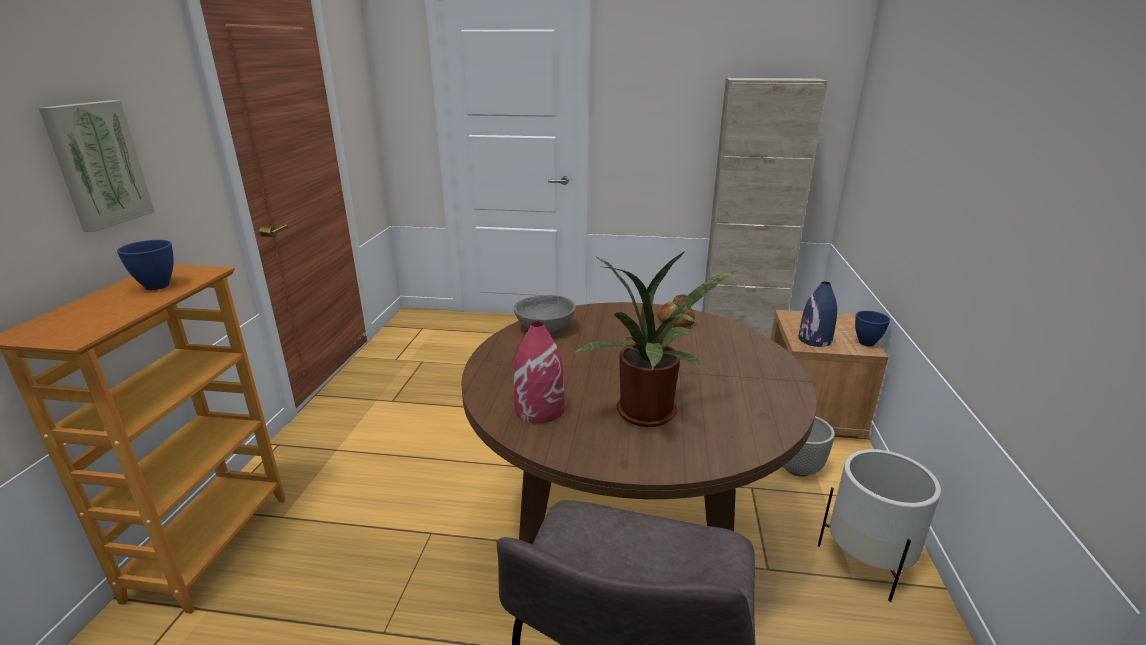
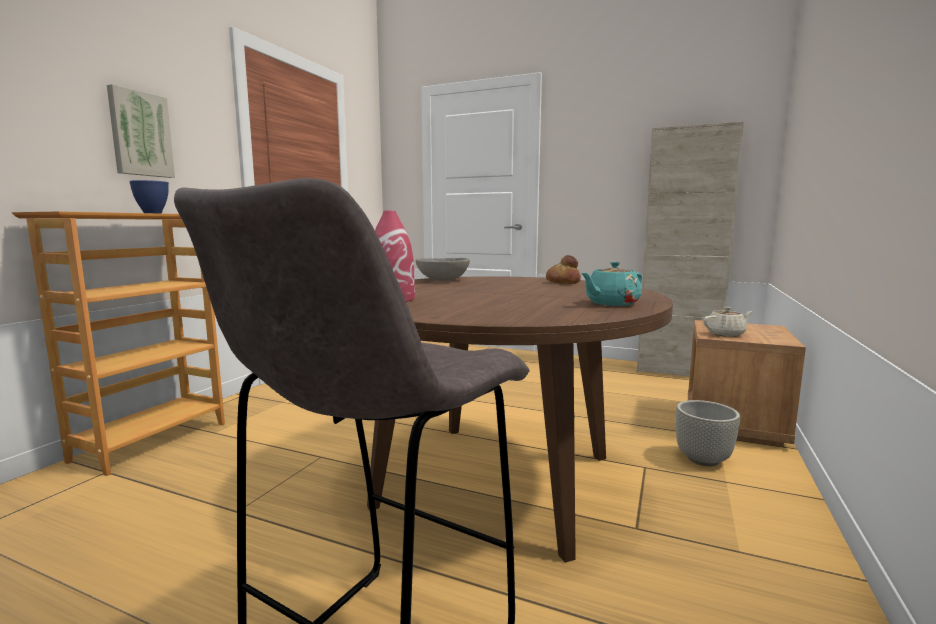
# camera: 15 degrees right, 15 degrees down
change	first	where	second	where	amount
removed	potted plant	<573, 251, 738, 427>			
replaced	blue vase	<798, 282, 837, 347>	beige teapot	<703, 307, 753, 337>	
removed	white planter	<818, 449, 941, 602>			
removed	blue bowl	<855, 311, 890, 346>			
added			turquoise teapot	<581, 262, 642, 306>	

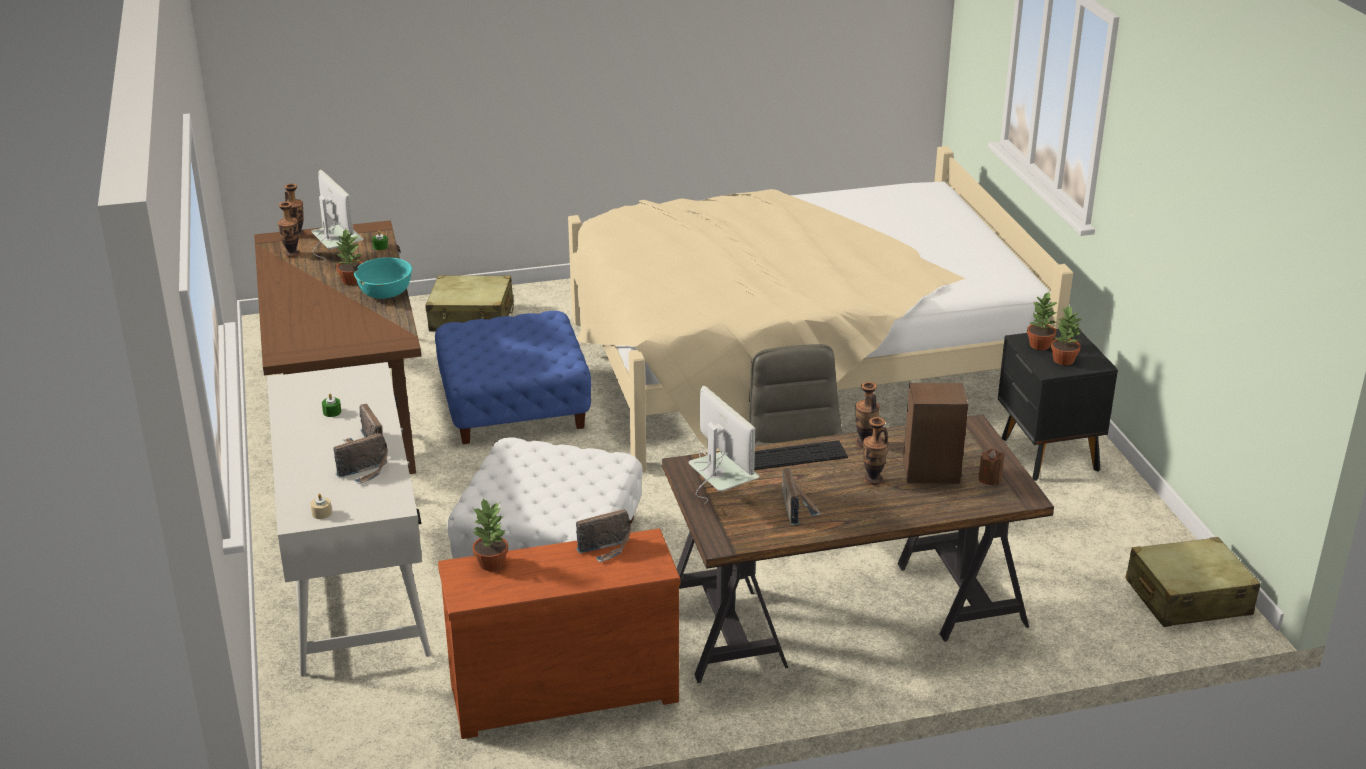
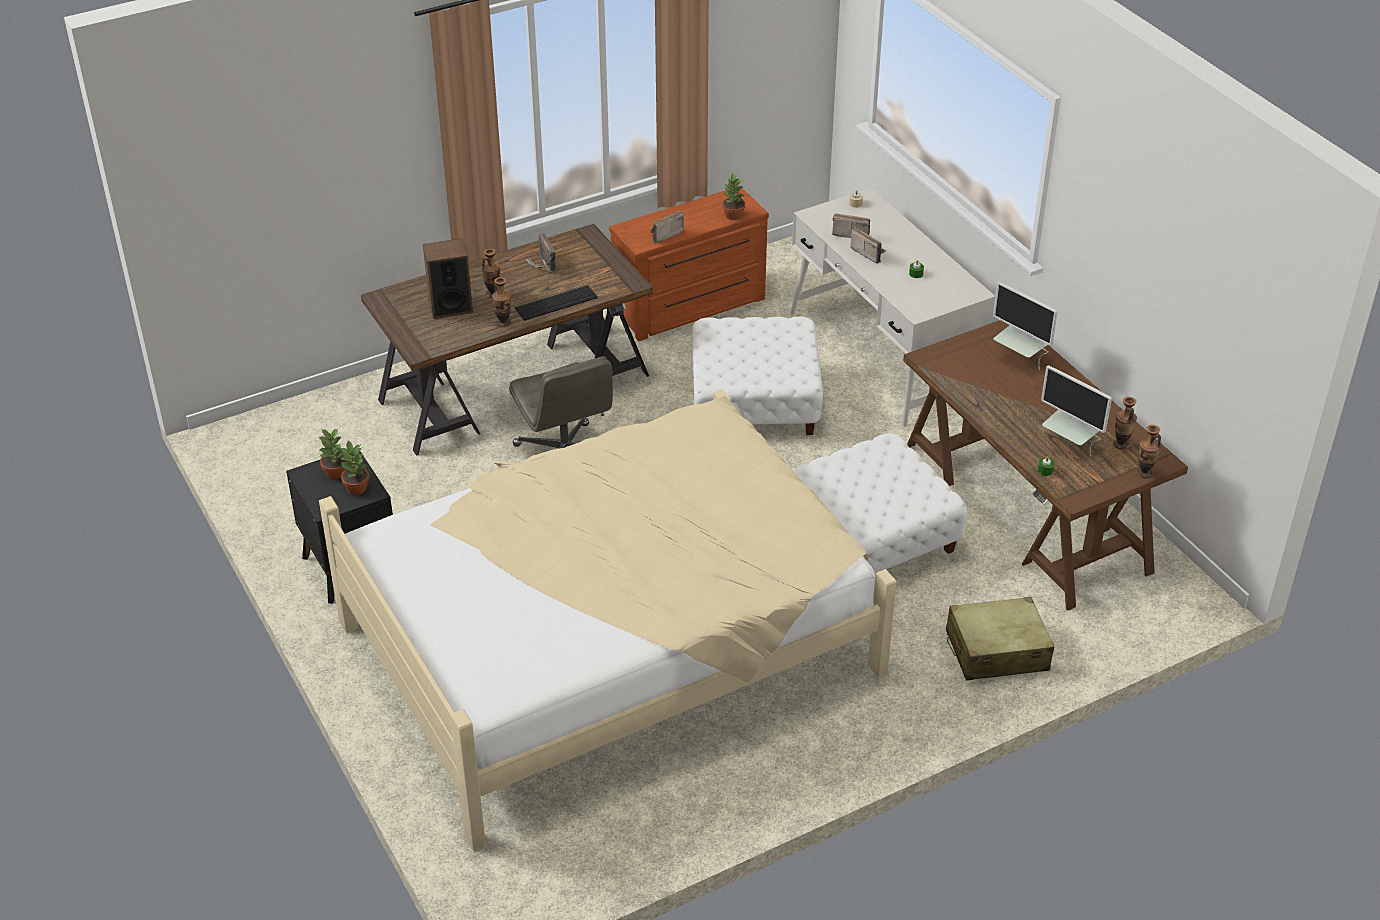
# camera: 165 degrees right, 10 degrees up
change	first	where	second	where	amount
turned	radio	<333, 433, 388, 484>		<832, 214, 870, 238>	60 degrees clockwise
removed	potted plant	<336, 229, 362, 285>			
removed	turquoise bowl	<354, 257, 412, 299>			
recoloured	blue ottoman	<435, 311, 591, 444>	white ottoman	<792, 433, 967, 574>	
moved	monitor	<689, 386, 759, 504>		<993, 282, 1058, 370>	
removed	brown candle	<978, 449, 1005, 485>			
removed	beige suitcase	<1126, 537, 1261, 627>			

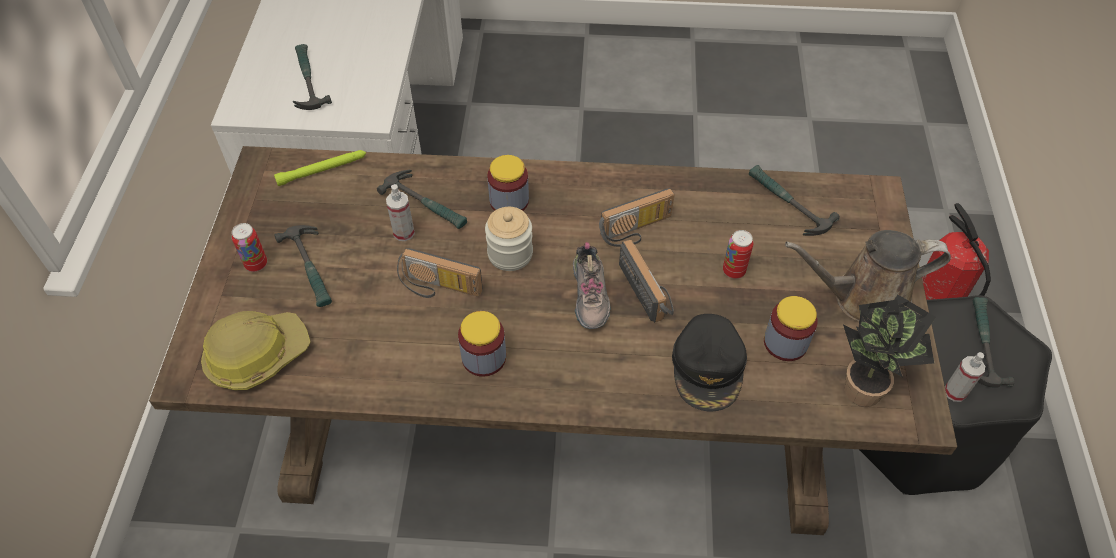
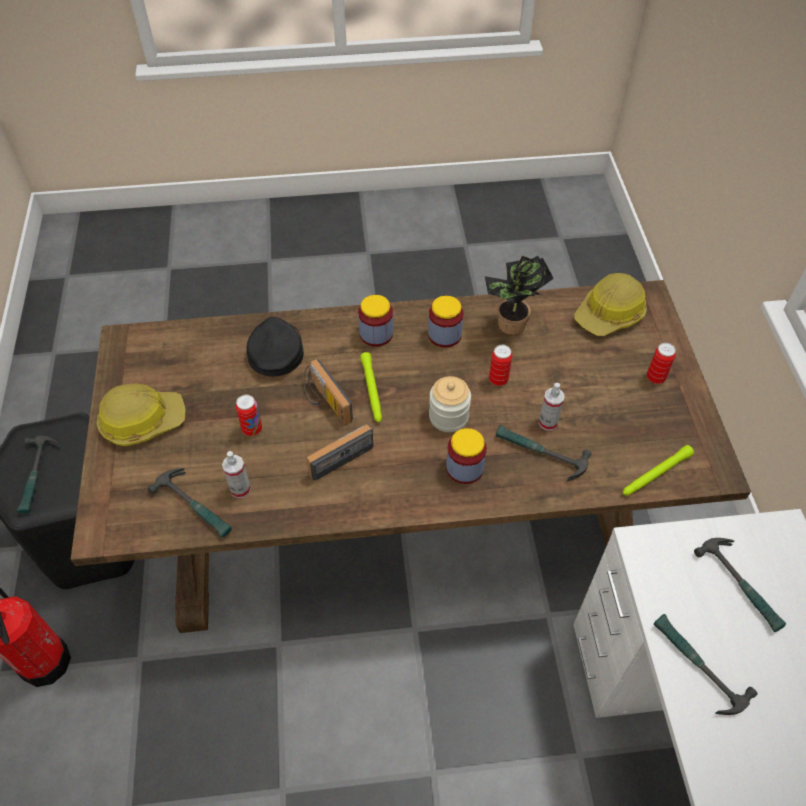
# camera: 170 degrees right, 0 degrees up
change	first	where	second	where	amount
moved	hammer	<274, 225, 332, 307>		<654, 614, 757, 715>	
replaced	radio	<397, 248, 483, 298>	can	<489, 345, 512, 386>	
replaced	shoe	<573, 242, 611, 329>	green flashlight	<360, 352, 382, 422>	
moved	jar	<764, 296, 818, 361>		<358, 295, 393, 347>	
replaced	brown watering can	<785, 230, 951, 322>	hard hat	<97, 383, 185, 446>	
moved	potted plant	<843, 295, 936, 407>		<484, 256, 554, 335>	
moved	spray bottle	<945, 352, 985, 402>		<222, 451, 251, 498>	

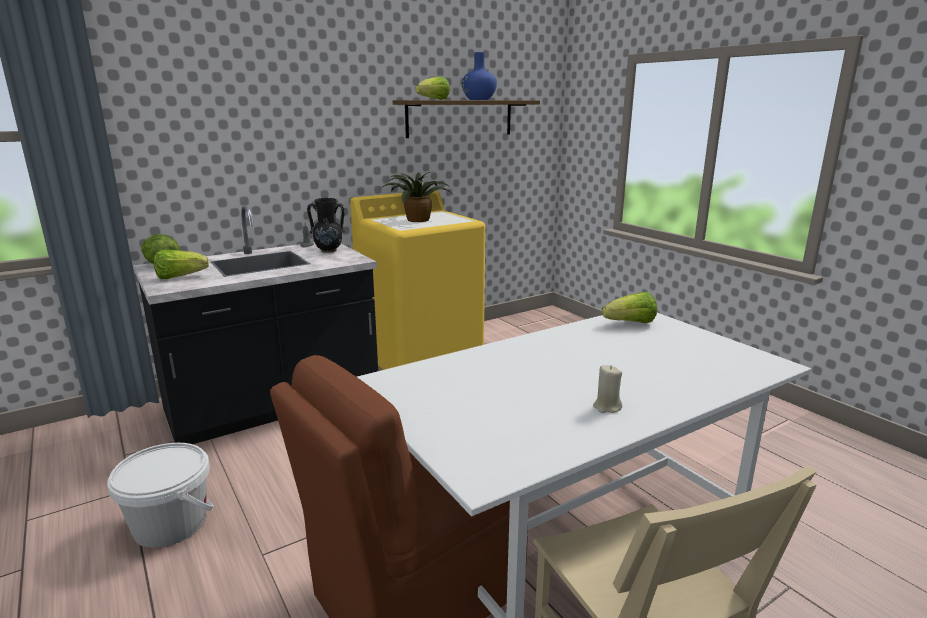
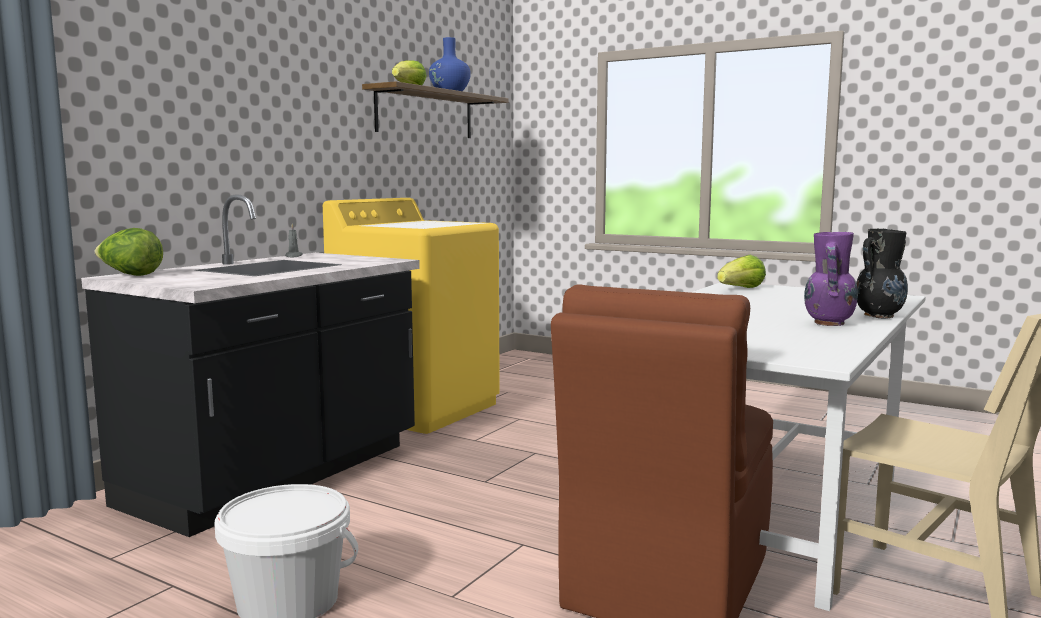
# camera: 25 degrees left, 10 degrees down
change	first	where	second	where	amount
removed	lettuce	<154, 250, 209, 279>			
moved	black vase	<307, 198, 345, 252>		<856, 229, 908, 318>	
removed	potted plant	<380, 172, 453, 222>			
replaced	beige candle	<593, 365, 622, 413>	purple vase	<804, 232, 858, 326>	

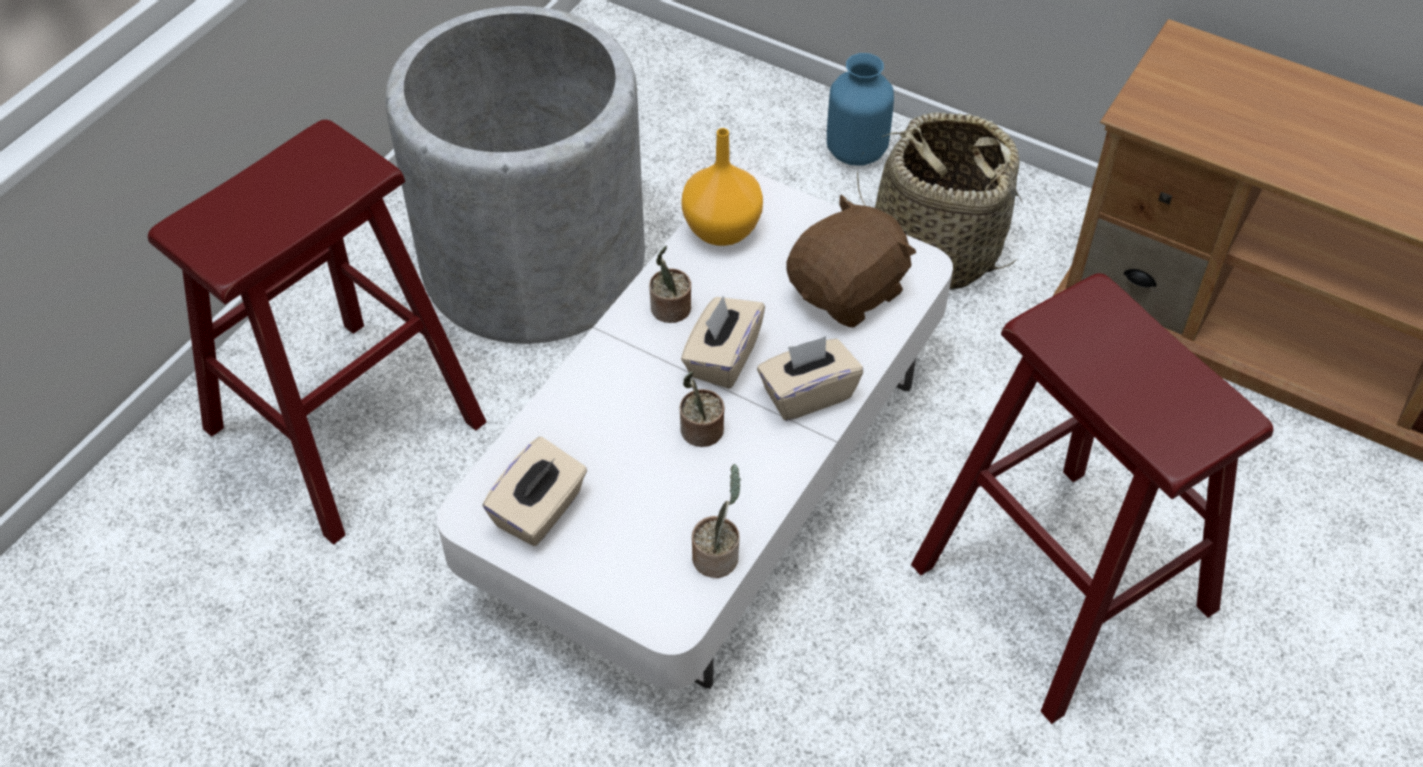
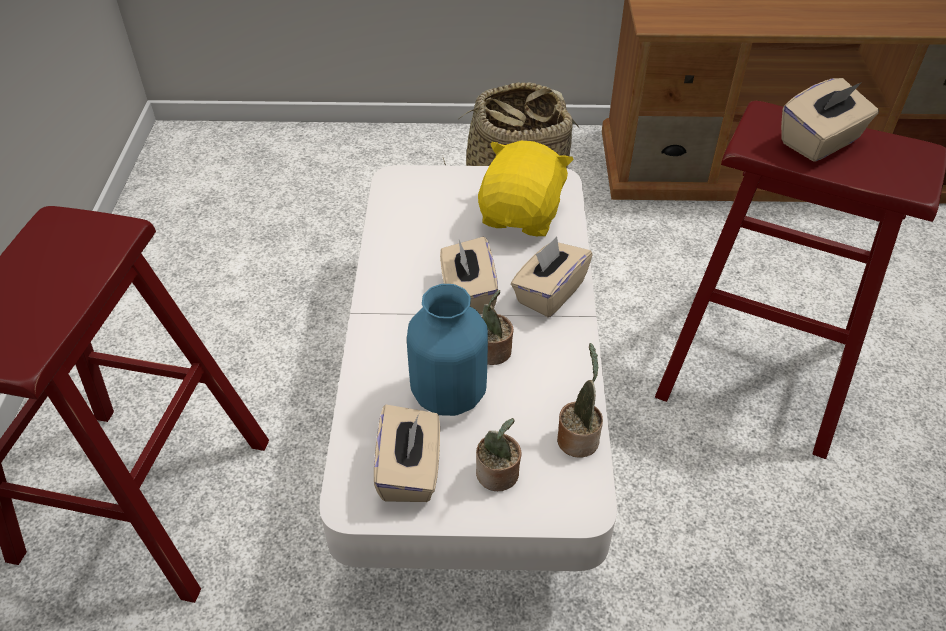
# camera: 30 degrees left, 5 degrees down
change	first	where	second	where	amount
removed	grey planter	<385, 6, 645, 344>			
moved	potted plant	<649, 246, 691, 323>		<476, 418, 521, 491>	
removed	orange vase	<681, 128, 763, 246>			
recoloured	brown plush toy	<786, 195, 916, 327>	yellow plush toy	<478, 141, 574, 236>	
moved	blue vase	<827, 53, 894, 166>		<407, 284, 488, 416>	
added			beige tissue box	<781, 78, 879, 162>	

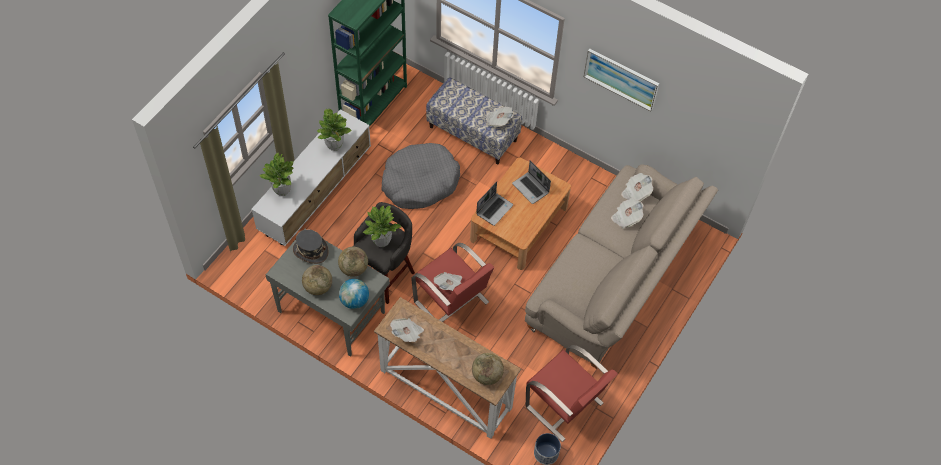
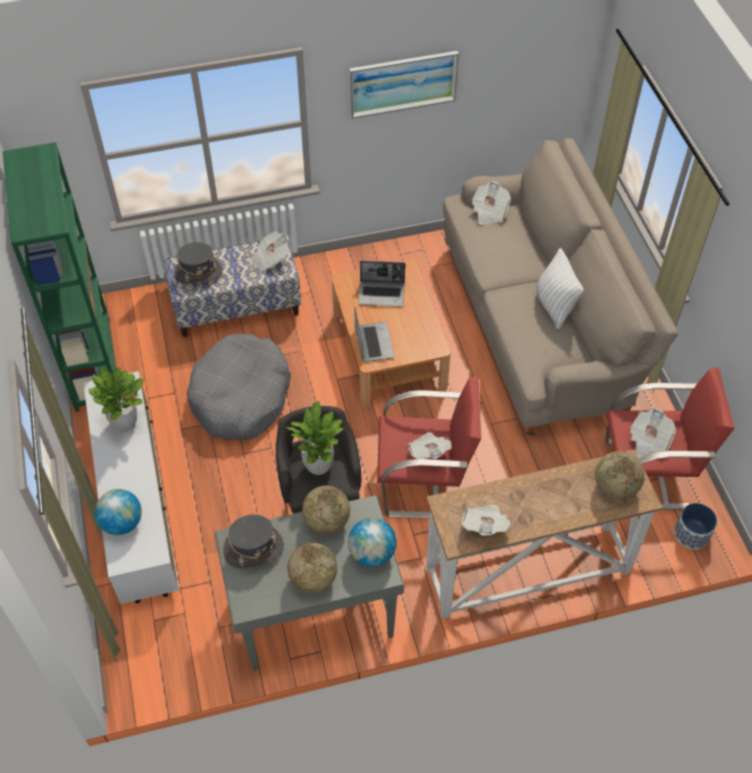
# camera: 45 degrees left, 5 degrees down
change	first	where	second	where	amount
replaced	potted plant	<259, 153, 294, 196>	globe	<95, 489, 142, 535>	
moved	newspaper	<611, 198, 644, 229>		<630, 408, 676, 458>	
added			grey hat	<174, 242, 223, 284>	
added			white pillow	<536, 248, 584, 329>	

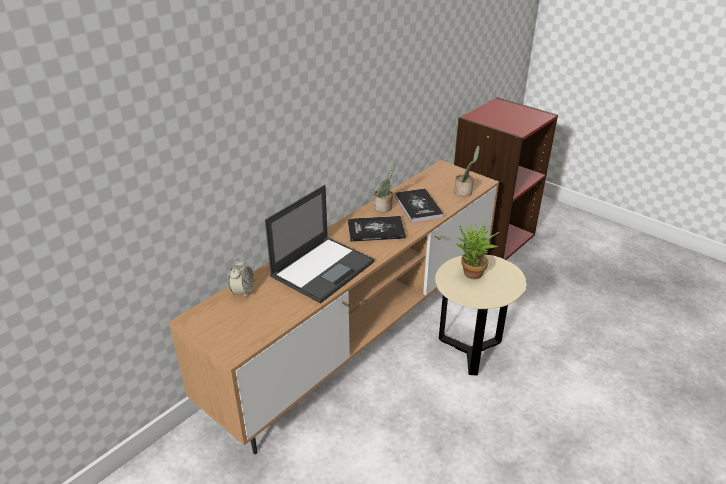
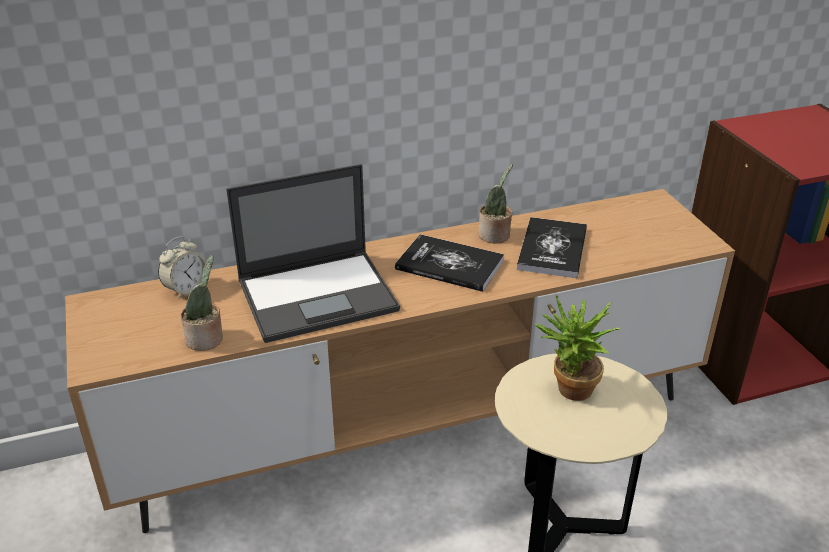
# camera: 30 degrees right, 0 degrees up
change	first	where	second	where	amount
moved	potted plant	<454, 146, 480, 196>		<181, 255, 223, 351>	

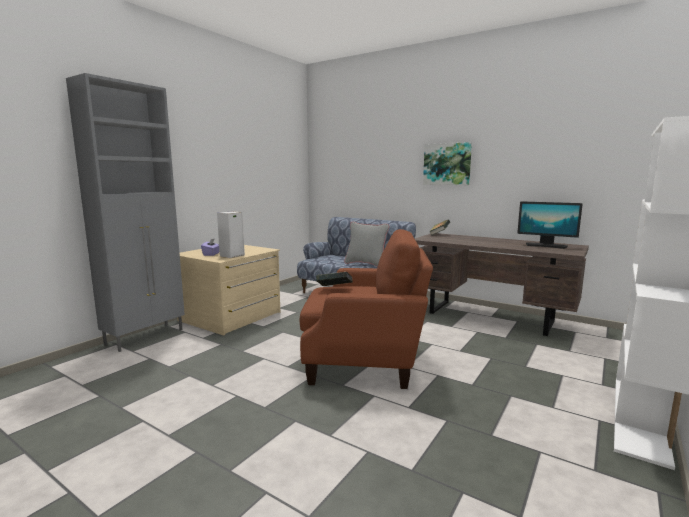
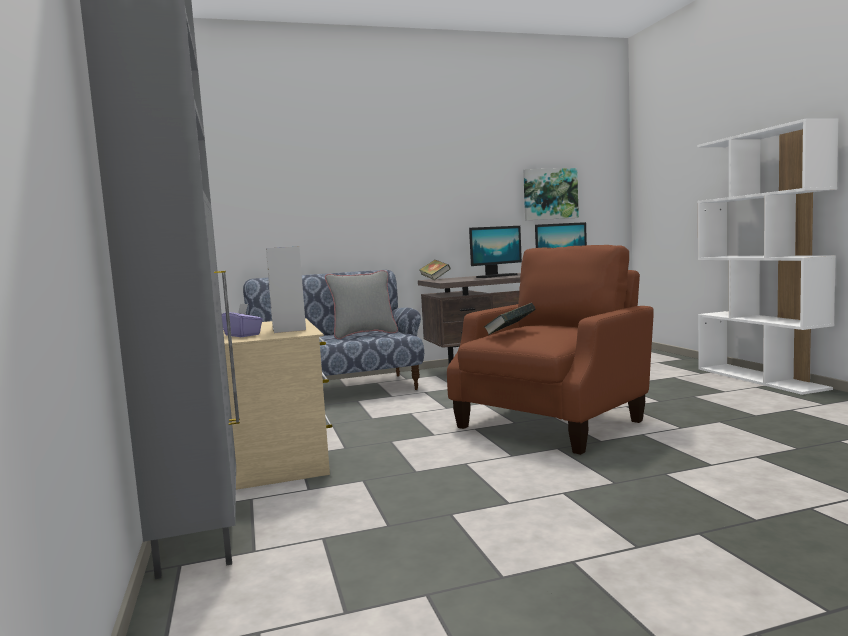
# camera: 50 degrees left, 5 degrees down
change	first	where	second	where	amount
moved	picture	<423, 142, 472, 185>		<523, 168, 579, 220>	
added			monitor	<469, 226, 522, 278>	

